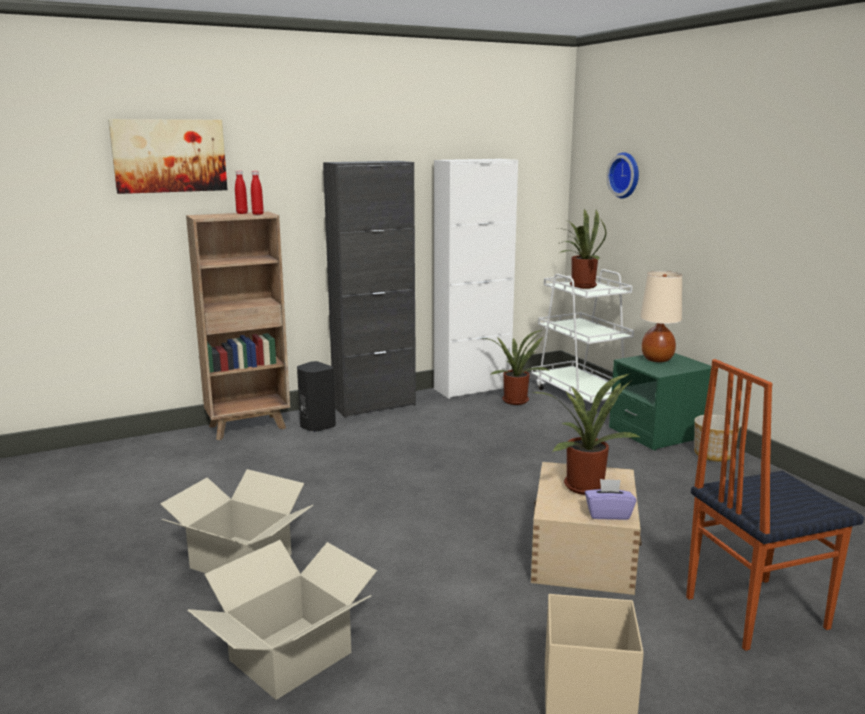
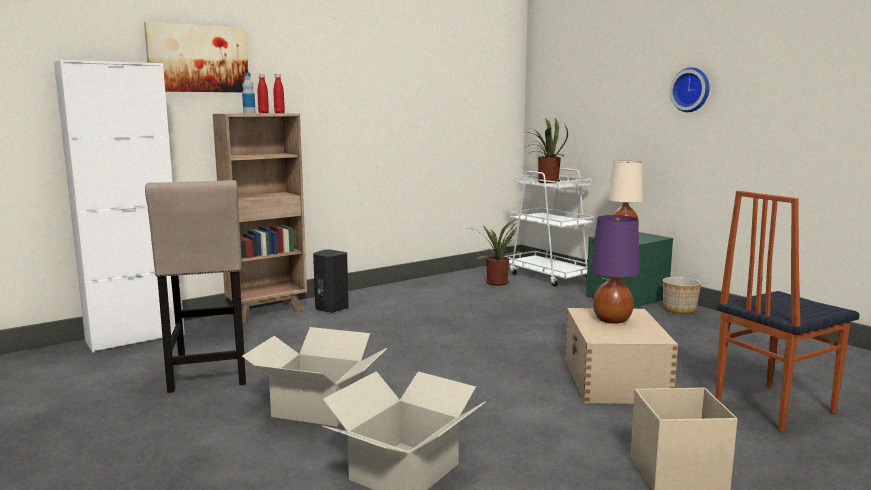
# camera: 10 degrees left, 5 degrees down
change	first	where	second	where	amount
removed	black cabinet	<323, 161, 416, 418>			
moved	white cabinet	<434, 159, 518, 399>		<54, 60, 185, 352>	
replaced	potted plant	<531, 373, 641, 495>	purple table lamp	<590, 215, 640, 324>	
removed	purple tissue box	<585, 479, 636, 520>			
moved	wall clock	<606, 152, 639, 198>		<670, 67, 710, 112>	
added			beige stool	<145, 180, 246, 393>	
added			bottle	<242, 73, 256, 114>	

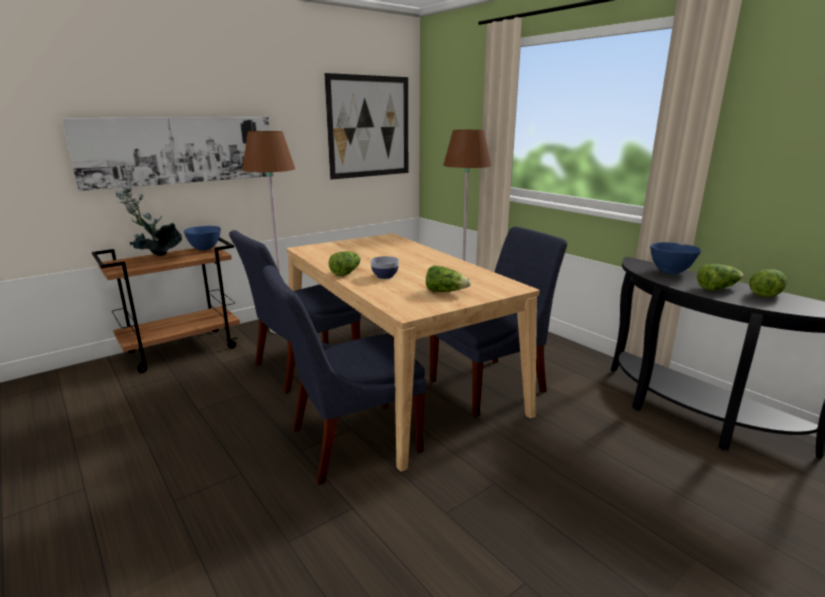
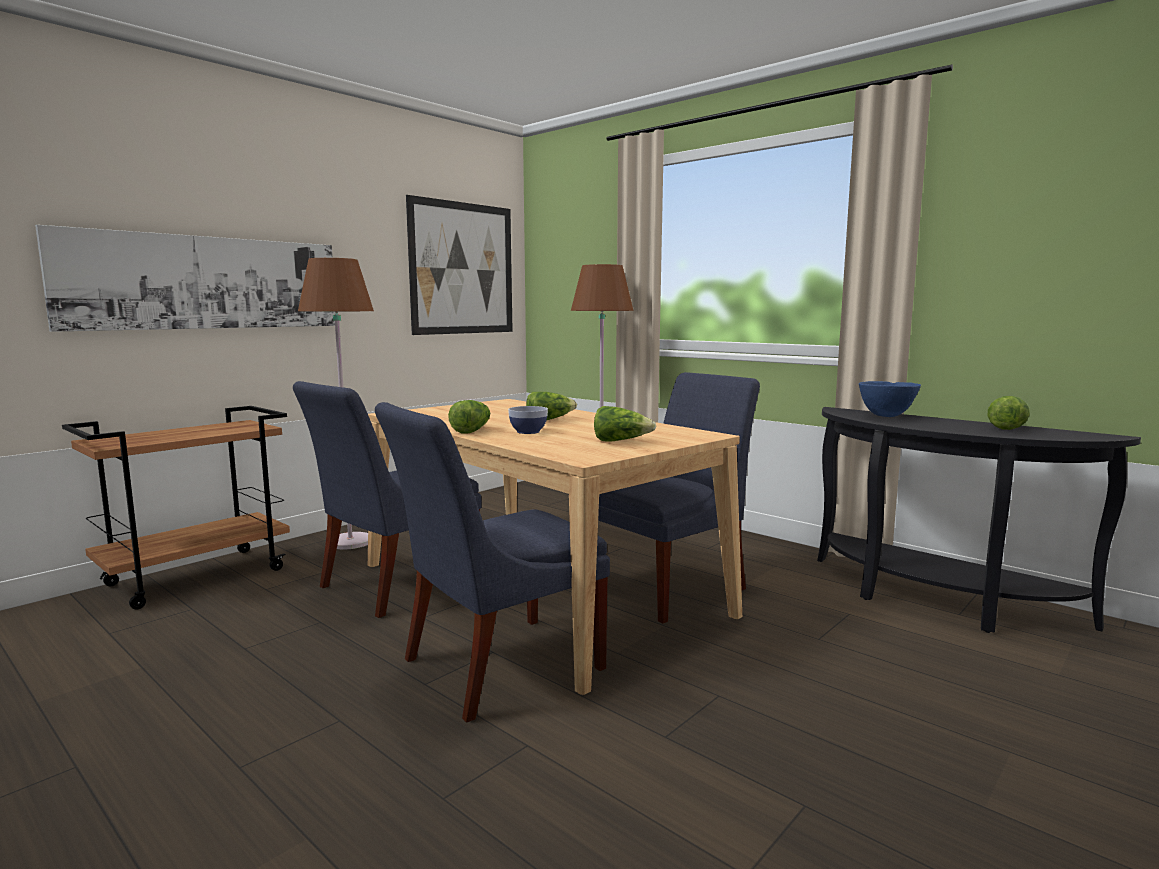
# camera: 10 degrees left, 10 degrees down
change	first	where	second	where	amount
removed	potted plant	<115, 184, 182, 256>			
removed	blue bowl	<184, 226, 221, 250>			
moved	lettuce	<697, 264, 743, 290>		<526, 392, 577, 421>	

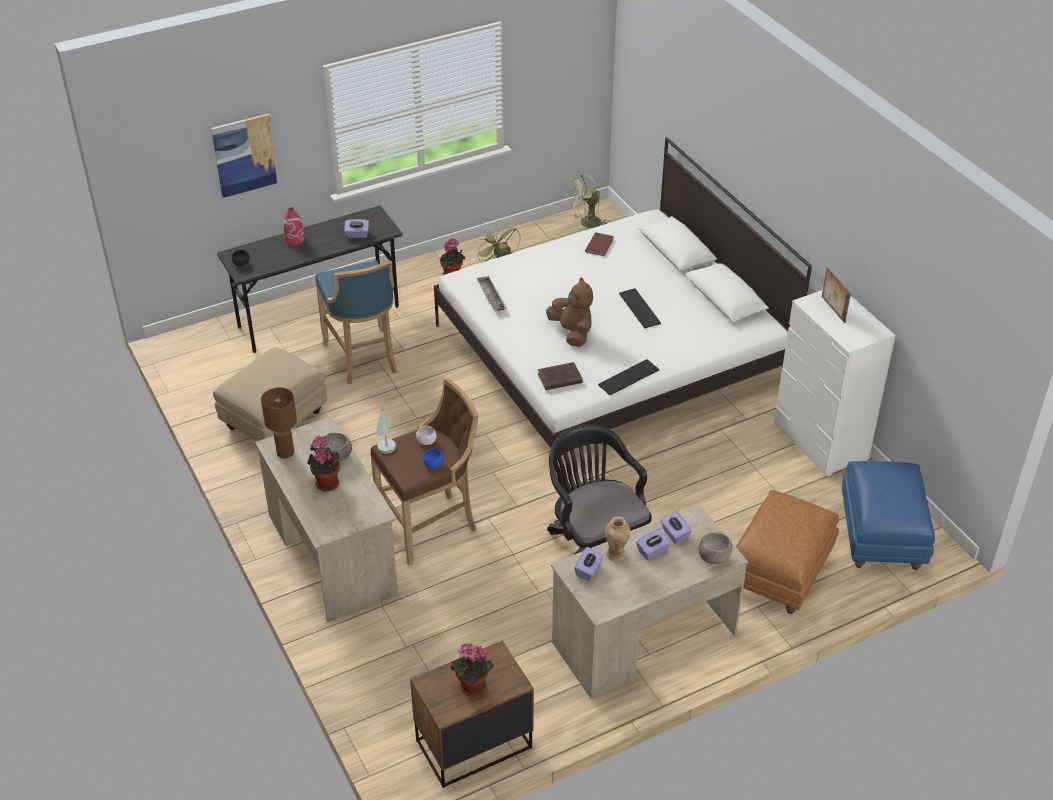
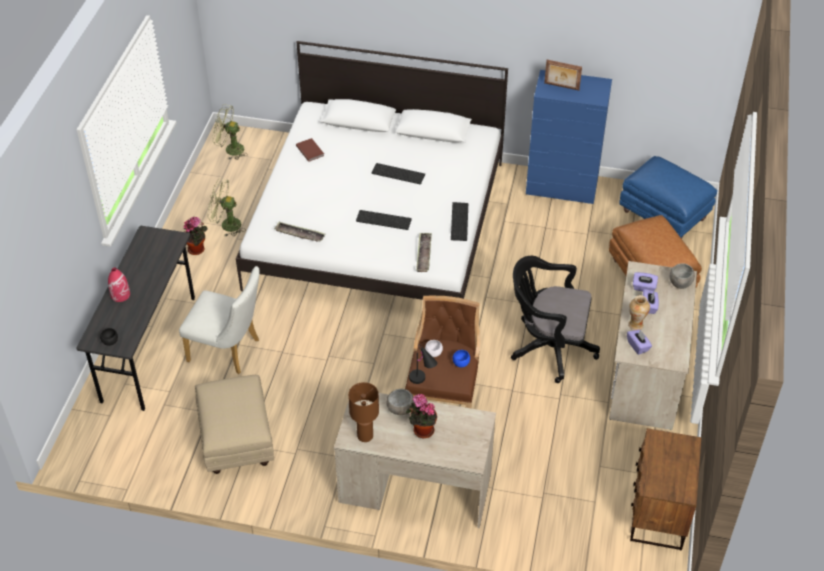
# camera: 50 degrees left, 5 degrees up
change	first	where	second	where	amount
removed	picture	<211, 113, 279, 198>			
replaced	blue stool	<315, 260, 397, 384>	white chair	<179, 266, 260, 374>	
removed	purple tissue box	<344, 219, 369, 238>			
recoloured	white table lamp	<375, 405, 396, 454>	black table lamp	<409, 345, 437, 384>	
removed	potted plant	<451, 643, 494, 696>			
replaced	brown book	<538, 362, 583, 390>	tray	<416, 233, 432, 272>	
replaced	brown plush toy	<546, 278, 593, 347>	keyboard	<356, 210, 412, 230>	
turned	green fan	<567, 174, 608, 228>		<212, 104, 248, 160>	90 degrees clockwise
recoloured	white dresser	<774, 290, 896, 476>	blue dresser	<526, 70, 612, 204>	

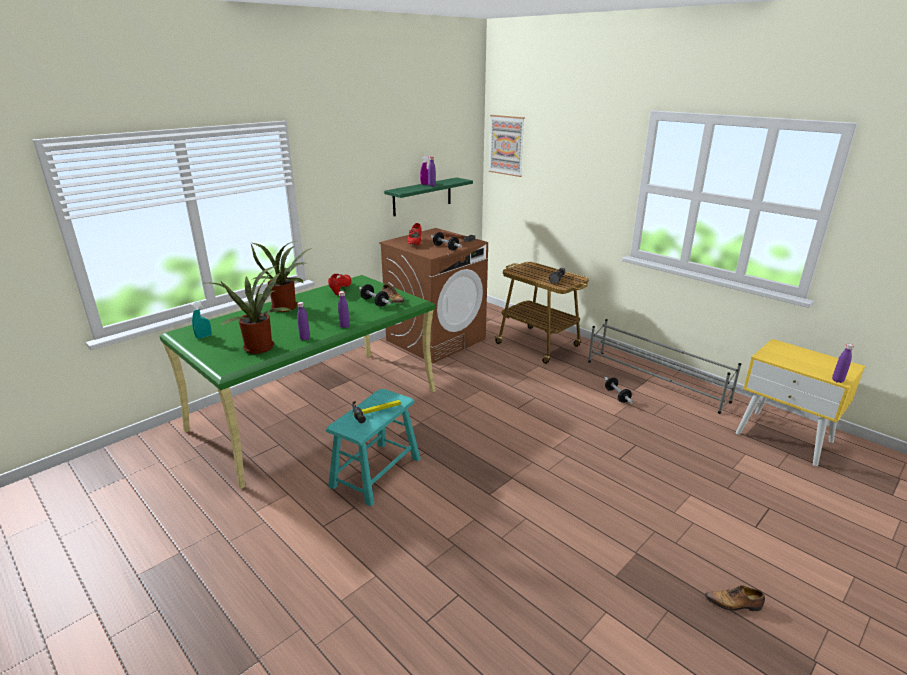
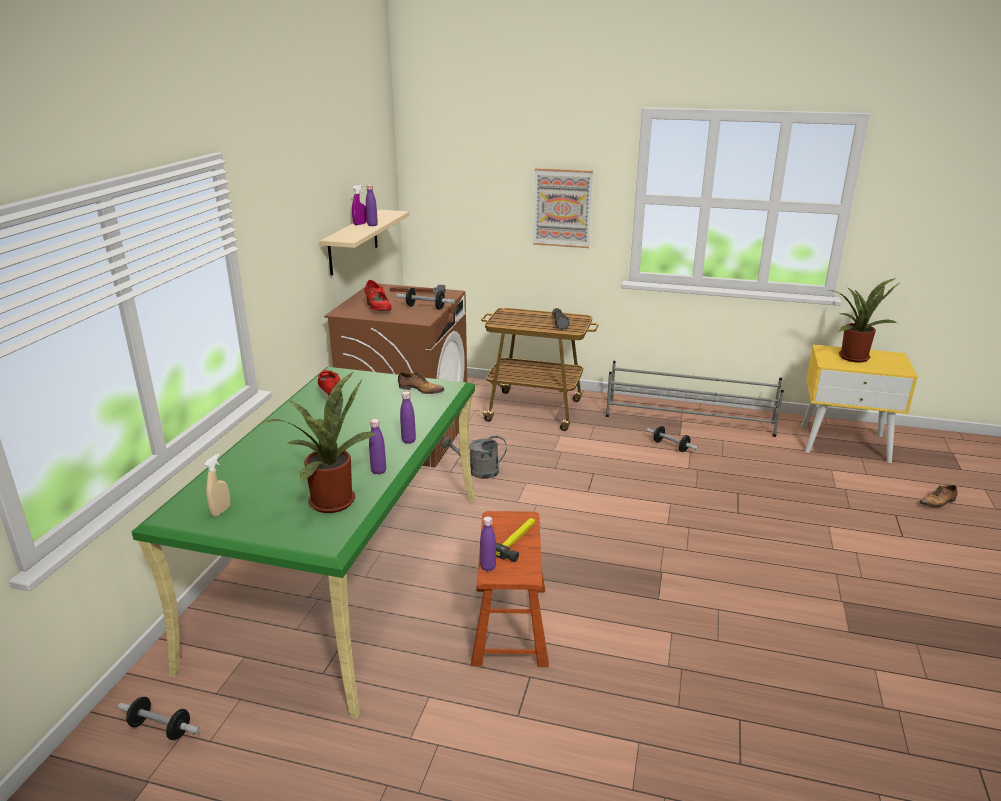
# camera: 30 degrees left, 0 degrees up
change	first	where	second	where	amount
recoloured	turquoise spray bottle	<191, 301, 212, 339>	beige spray bottle	<204, 454, 231, 517>	
moved	potted plant	<251, 241, 312, 312>		<826, 278, 899, 363>	
recoloured	turquoise stool	<326, 389, 421, 506>	brown stool	<471, 511, 549, 667>	
moved	dumbbell	<359, 284, 391, 307>		<118, 697, 200, 740>	
recoloured	green shelf	<384, 177, 473, 216>	beige shelf	<320, 210, 409, 276>	
moved	picture	<489, 115, 525, 177>		<533, 168, 593, 248>	
moved	shoe	<705, 585, 765, 611>		<919, 485, 957, 508>	
moved	purple bottle	<832, 344, 854, 383>		<480, 516, 496, 571>	
added			grey watering can	<442, 436, 507, 479>	

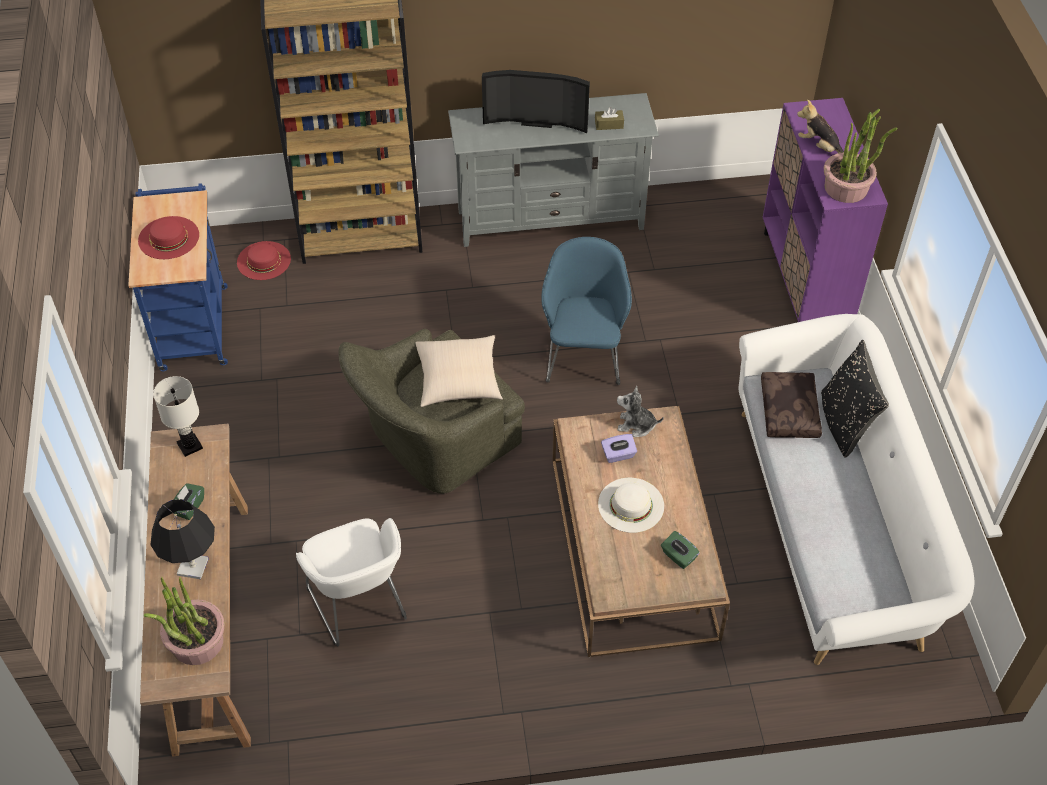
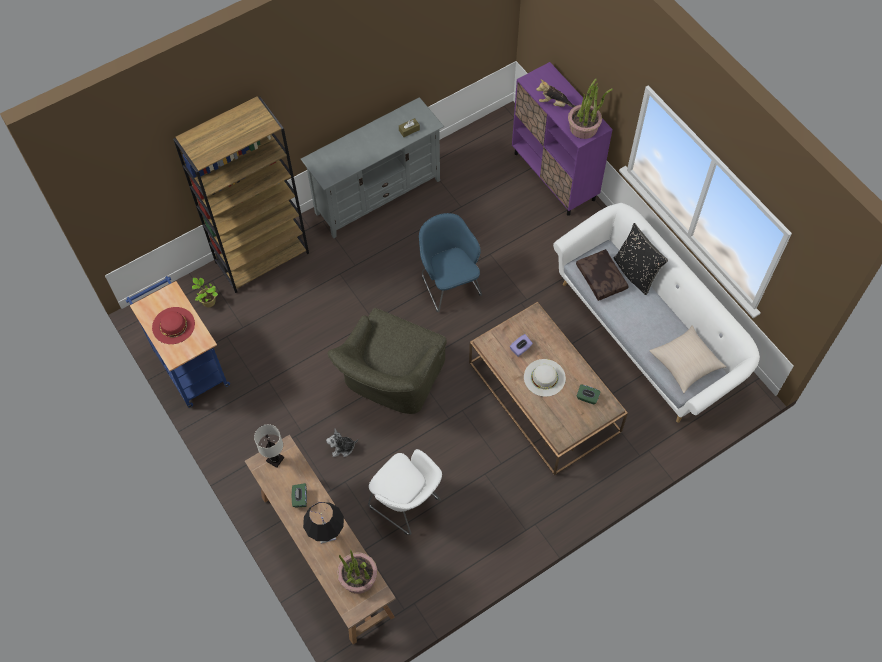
# camera: 25 degrees left, 10 degrees up
change	first	where	second	where	amount
replaced	red hat	<237, 241, 291, 280>	potted plant	<192, 277, 218, 307>	
moved	beige pillow	<415, 335, 503, 407>		<649, 326, 727, 393>	
removed	television	<482, 70, 590, 133>			
moved	plush toy	<617, 385, 664, 437>		<326, 429, 358, 457>	

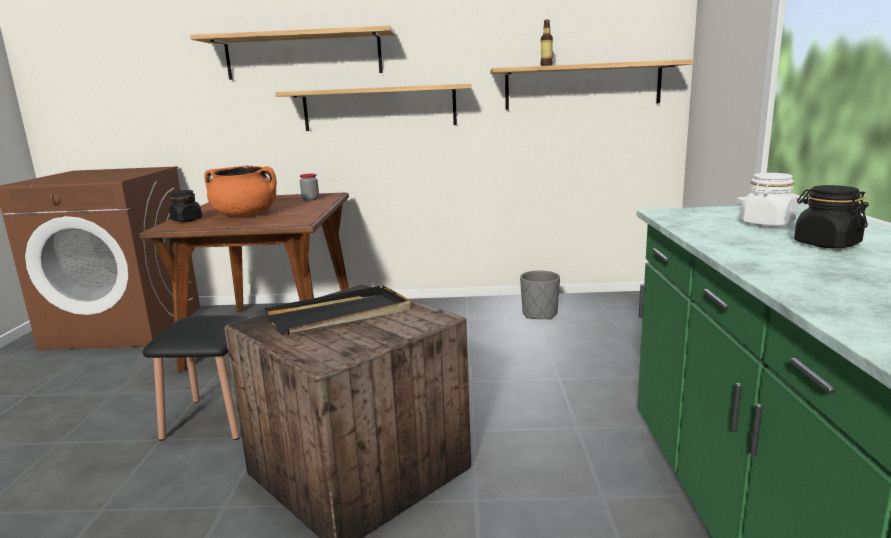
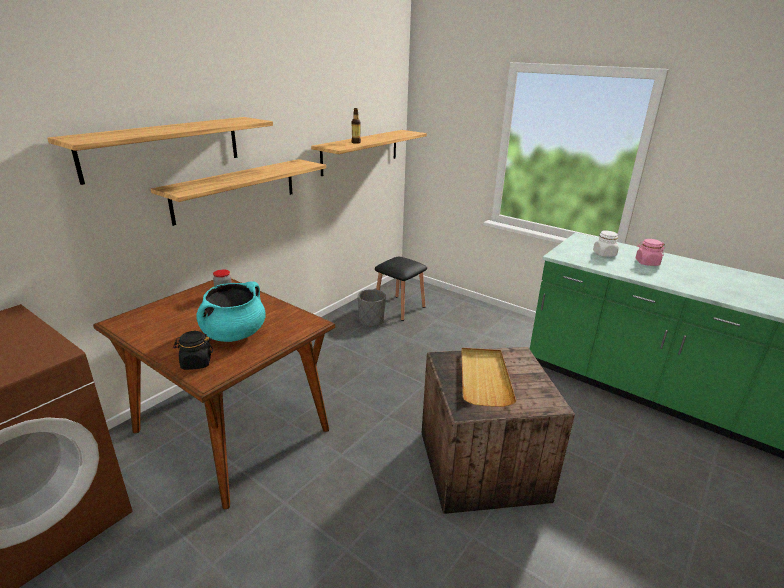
# camera: 55 degrees left, 10 degrees up
change	first	where	second	where	amount
moved	black stool	<143, 315, 248, 441>		<375, 257, 427, 321>	
recoloured	orange cooking pot	<204, 166, 277, 216>	turquoise cooking pot	<196, 282, 266, 342>	
recoloured	black tray	<265, 285, 411, 336>	beige tray	<461, 348, 517, 407>	
recoloured	black jar	<794, 185, 869, 248>	pink jar	<635, 239, 665, 266>	

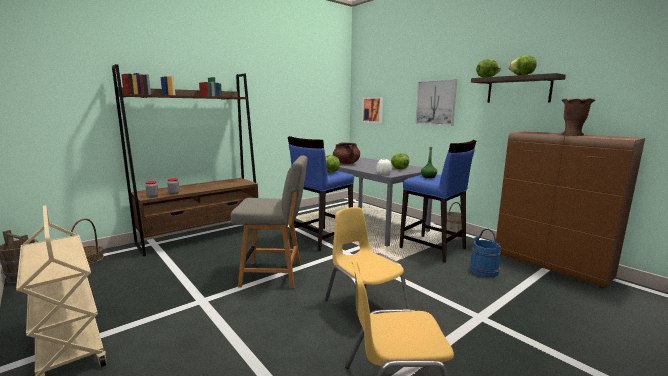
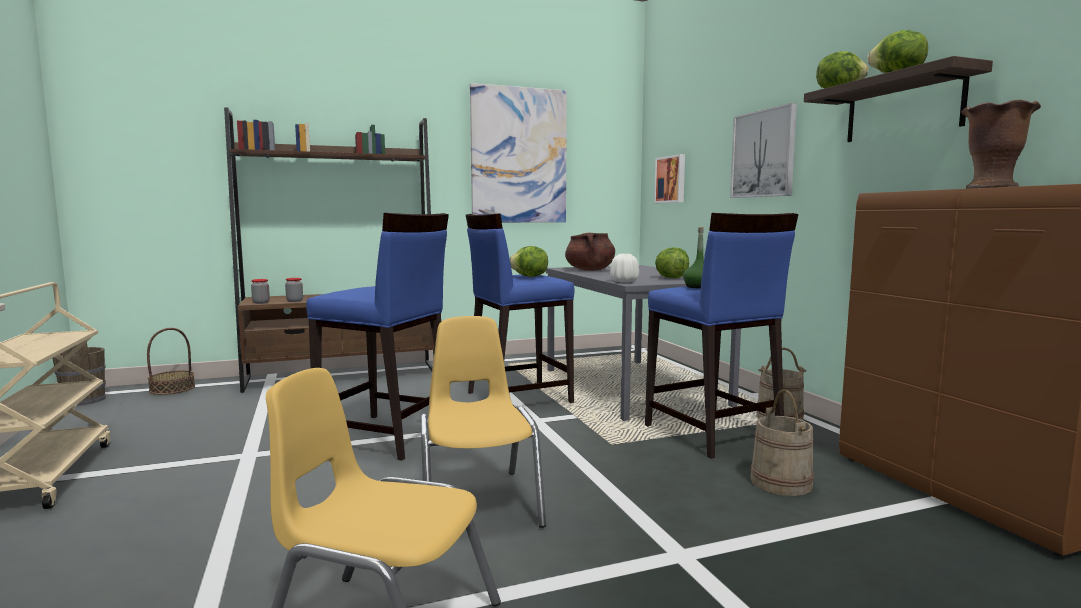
# camera: 20 degrees right, 5 degrees down
change	first	where	second	where	amount
replaced	grey chair	<231, 155, 307, 289>	blue stool	<306, 213, 449, 461>	
recoloured	blue bucket	<469, 229, 501, 278>	beige bucket	<750, 390, 814, 496>	
added			picture	<470, 83, 567, 222>	

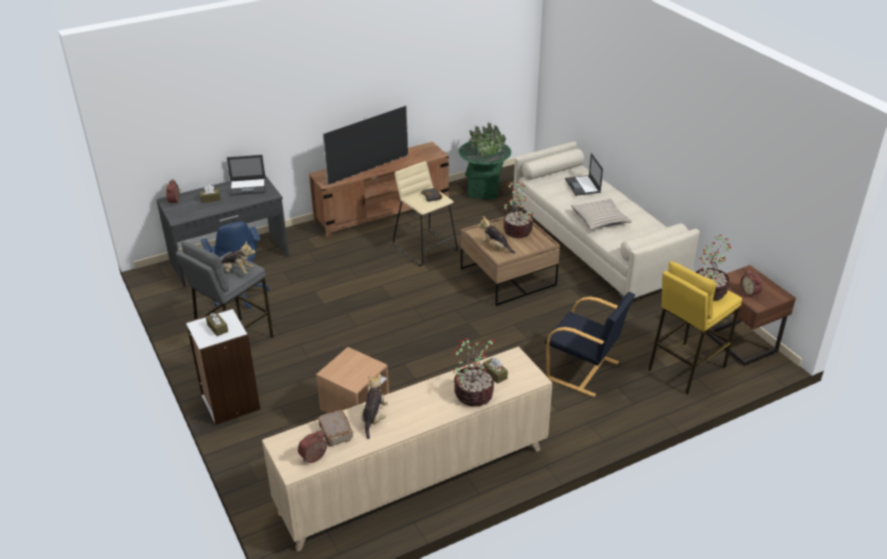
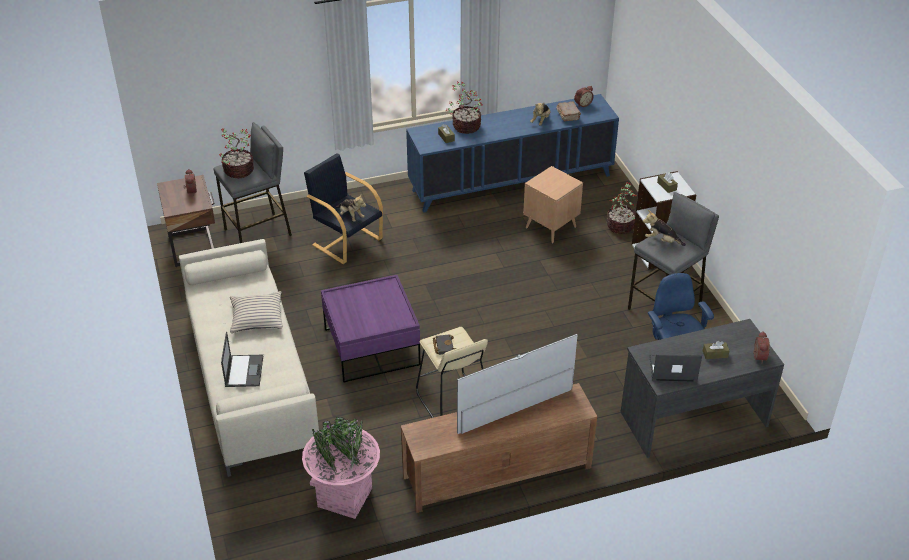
# camera: 170 degrees left, 5 degrees up
change	first	where	second	where	amount
recoloured	beige cabinet	<262, 346, 552, 552>	blue cabinet	<406, 94, 619, 213>	
recoloured	green planter	<458, 122, 511, 200>	pink planter	<302, 417, 380, 519>	
recoloured	brown coffee table	<461, 217, 560, 306>	purple coffee table	<321, 275, 421, 383>	
moved	plush toy	<477, 216, 515, 254>		<335, 195, 366, 222>	
moved	potted plant	<503, 181, 533, 238>		<607, 182, 637, 234>	
recoloured	yellow stool	<648, 261, 742, 395>	grey stool	<213, 122, 292, 243>	

